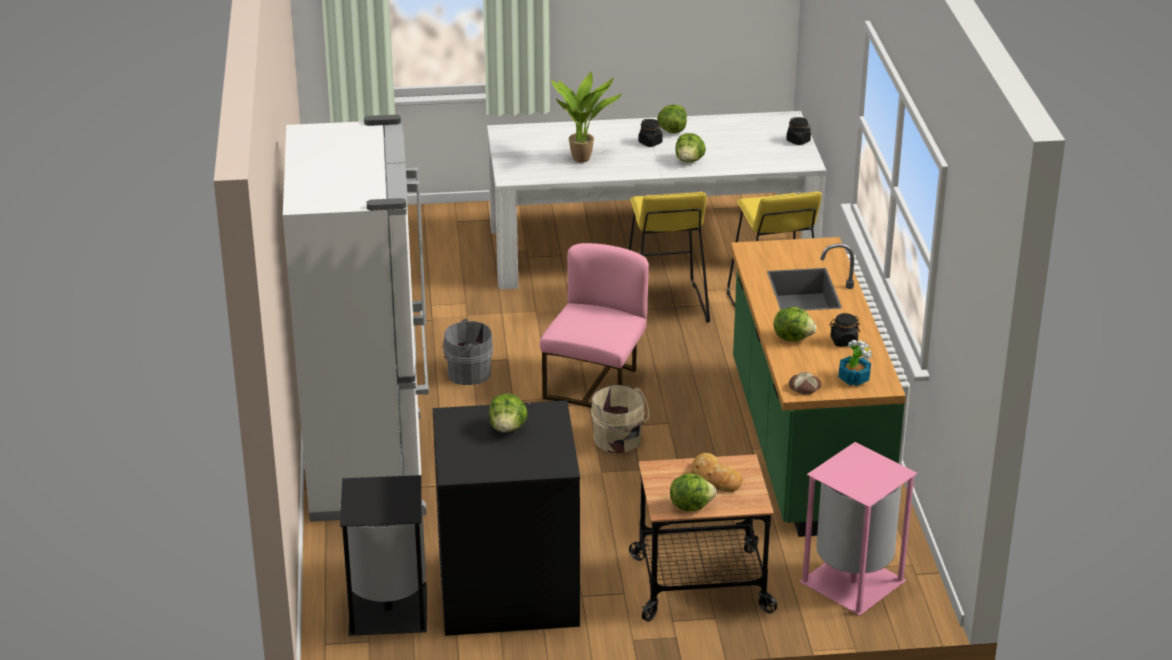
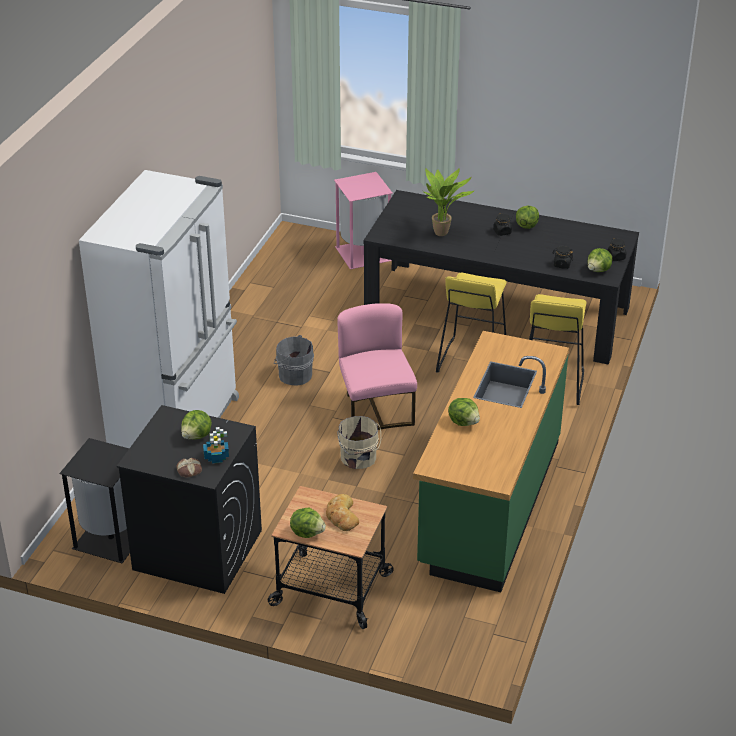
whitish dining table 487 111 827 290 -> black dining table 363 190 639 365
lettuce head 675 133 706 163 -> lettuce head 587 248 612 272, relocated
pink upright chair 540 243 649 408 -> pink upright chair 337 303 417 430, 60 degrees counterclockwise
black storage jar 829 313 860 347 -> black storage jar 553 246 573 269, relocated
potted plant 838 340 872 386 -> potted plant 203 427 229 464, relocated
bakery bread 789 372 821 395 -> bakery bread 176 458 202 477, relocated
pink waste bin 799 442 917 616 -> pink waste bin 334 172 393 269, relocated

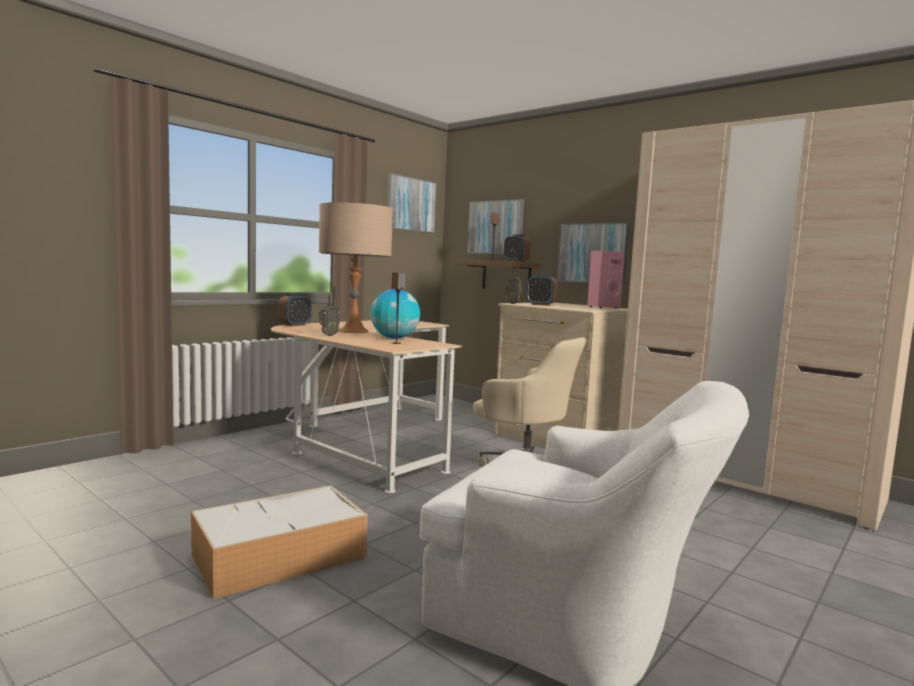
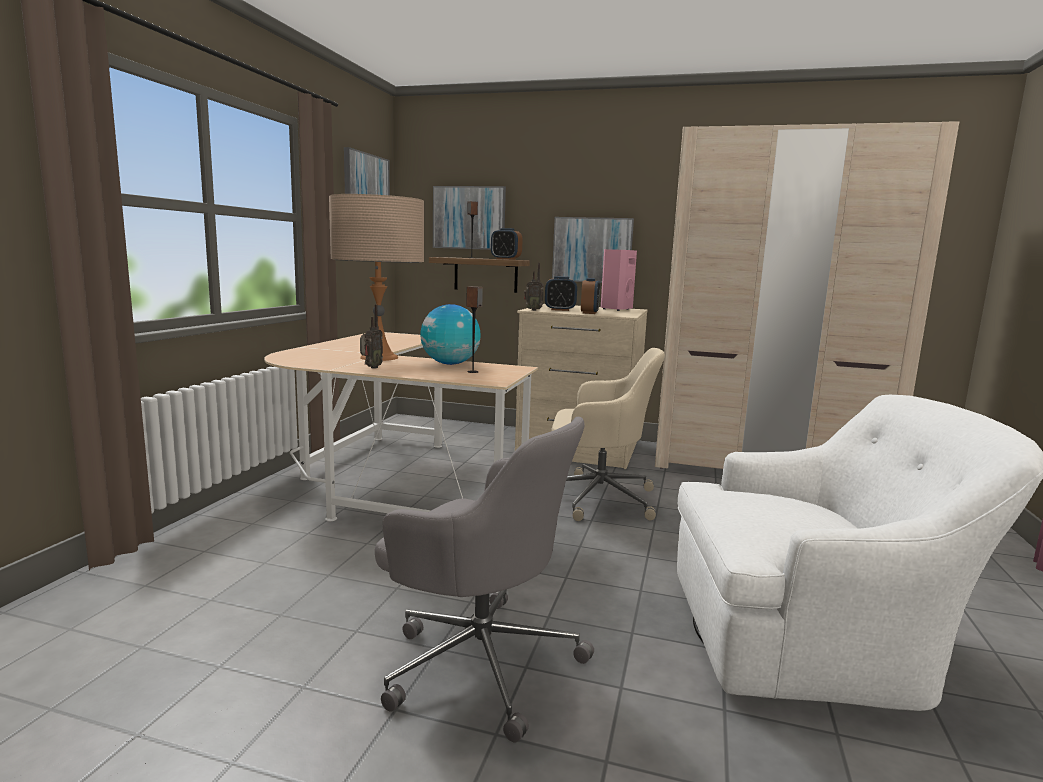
alarm clock 278 294 311 326 -> alarm clock 581 278 600 314, relocated
storage bin 191 485 368 599 -> gray computer chair 375 417 594 743

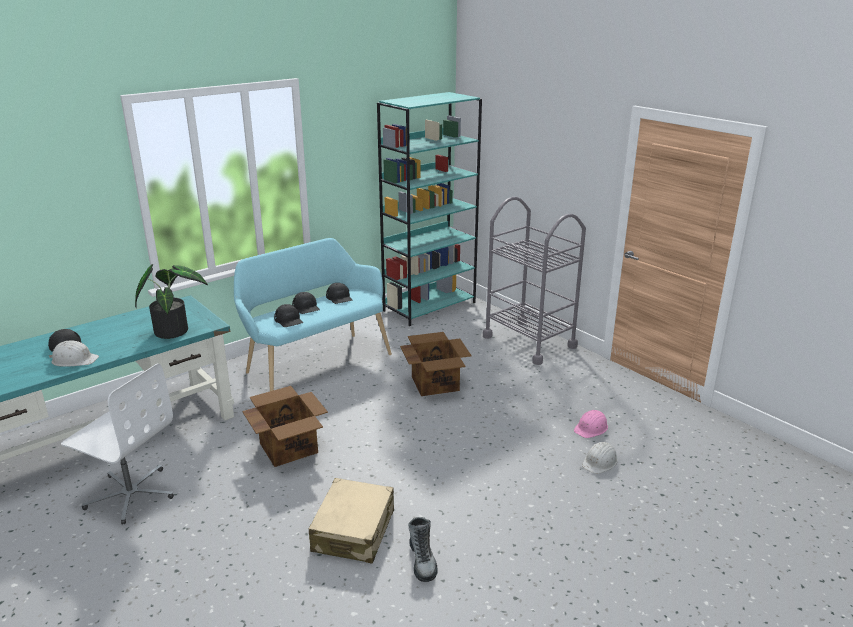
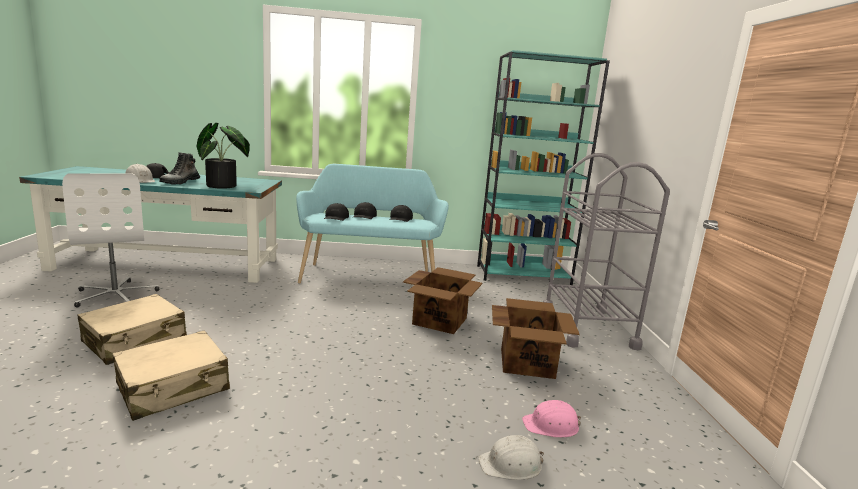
carton 242 386 328 467 -> carton 492 298 580 379, relocated
boot 408 517 438 582 -> boot 159 152 200 185, relocated
none -> beige-coloured suitcase 77 294 187 365

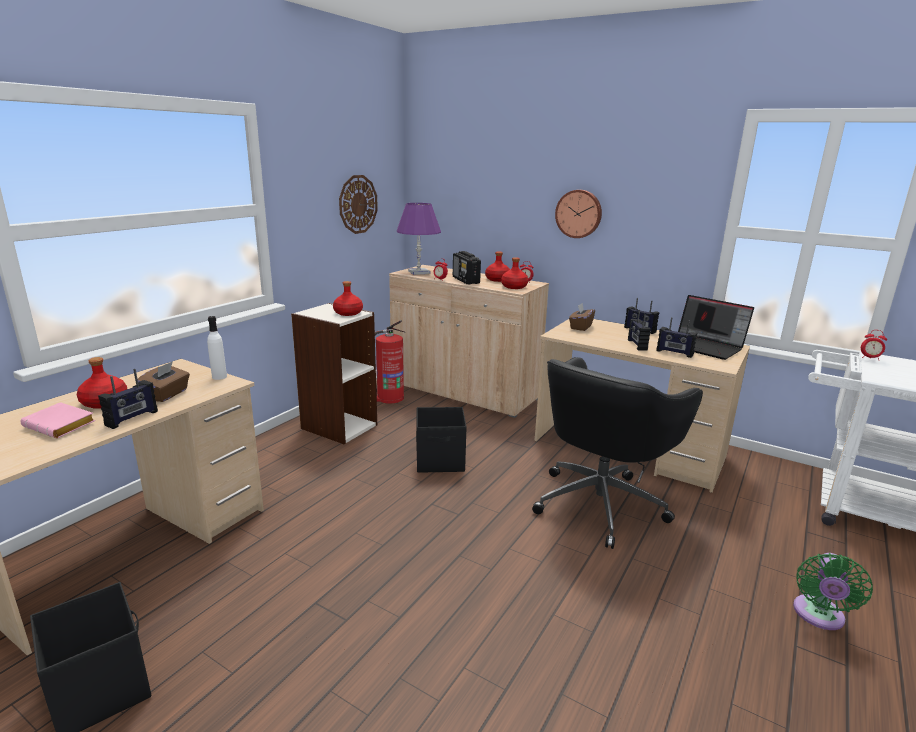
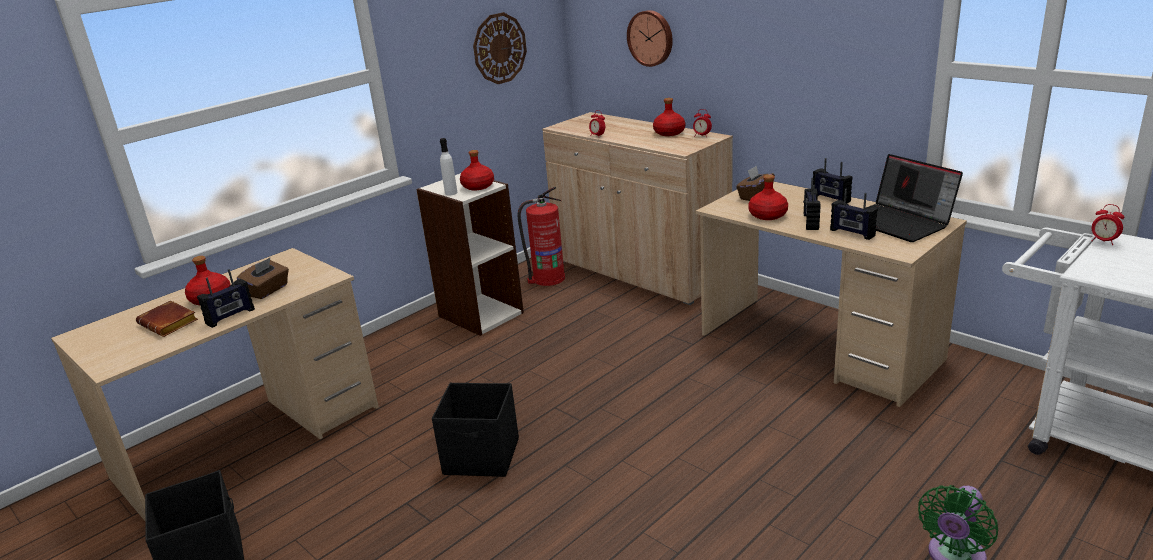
hanging clock 555 190 602 238 -> hanging clock 627 10 673 67, relocated
purple table lamp 397 203 441 275 -> none
radio set 453 251 481 285 -> none
red-coloured bottle 501 257 528 289 -> red-coloured bottle 748 174 788 220, relocated
whitish bottle 207 316 227 380 -> whitish bottle 440 138 458 196, relocated
black computer chair 532 357 703 549 -> none
pink volume 21 402 95 438 -> brown volume 136 300 198 337
black storage bin 416 407 466 473 -> black storage bin 432 383 519 477, relocated

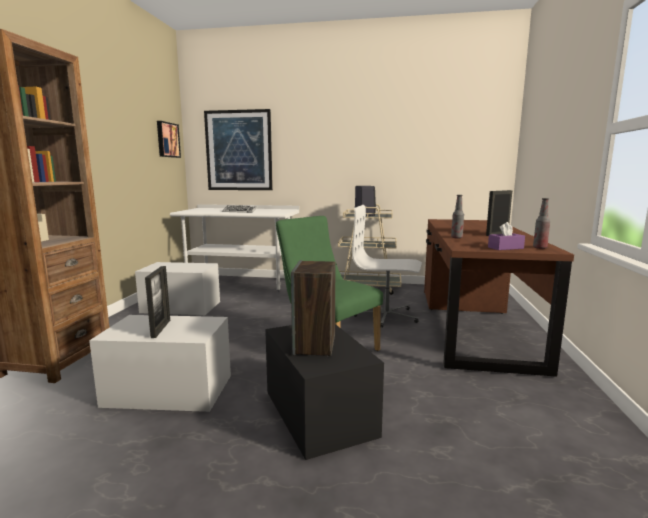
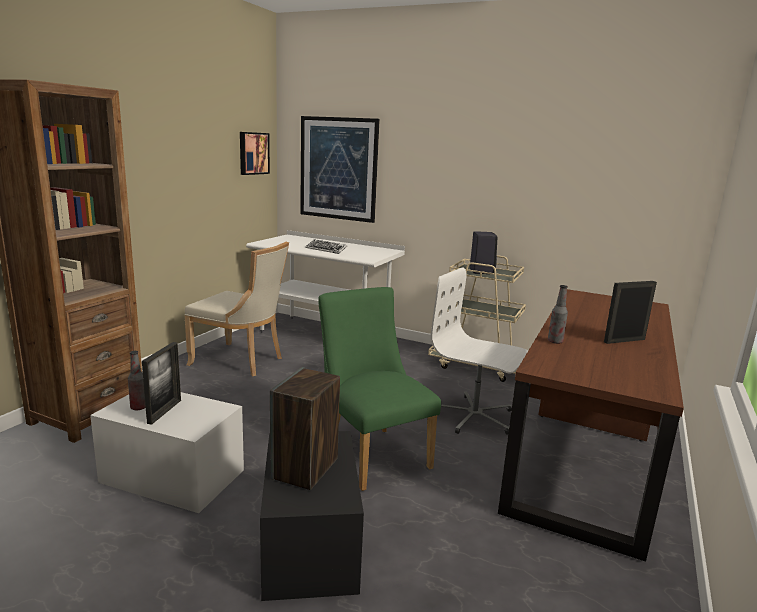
bottle 533 198 550 249 -> bottle 128 351 146 410, relocated
purple tissue box 488 222 525 250 -> none
whitish storage bin 135 262 220 315 -> beige-coloured upright chair 184 242 289 376

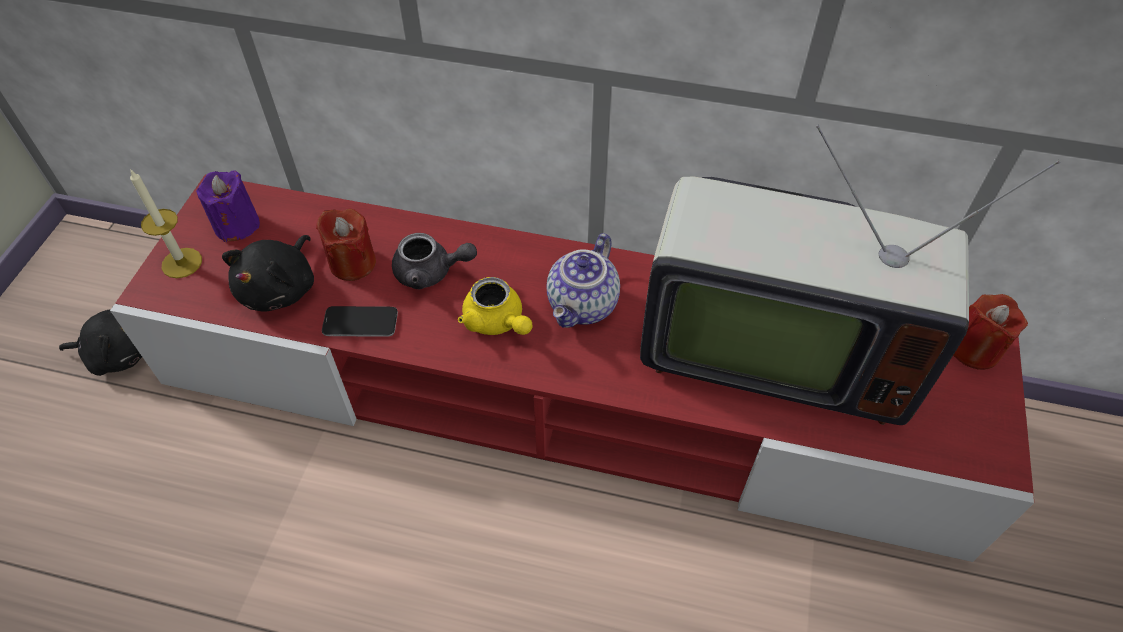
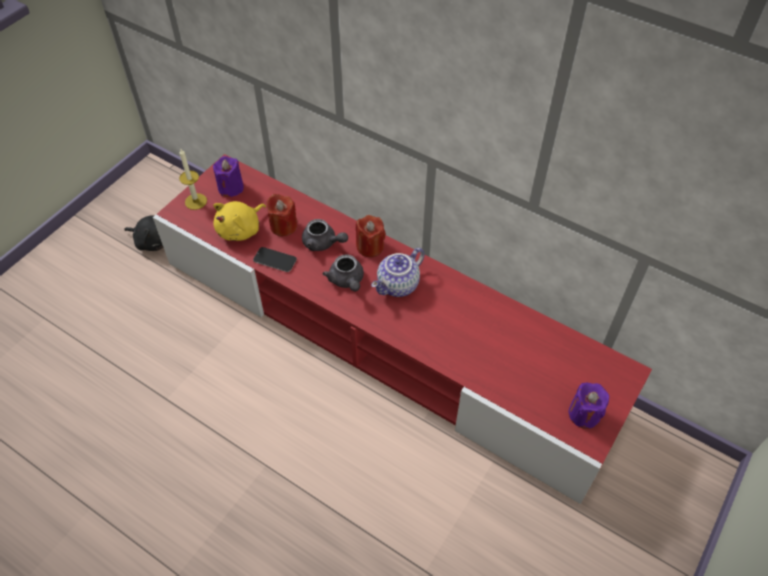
TV set 640 124 1060 425 -> none
black plush toy 222 235 314 312 -> yellow plush toy 213 201 266 241
yellow tea pot 458 277 532 335 -> gray tea pot 322 254 364 291
red-coloured candle 953 294 1028 370 -> red-coloured candle 356 215 386 257, relocated
none -> purple candle 569 382 609 429

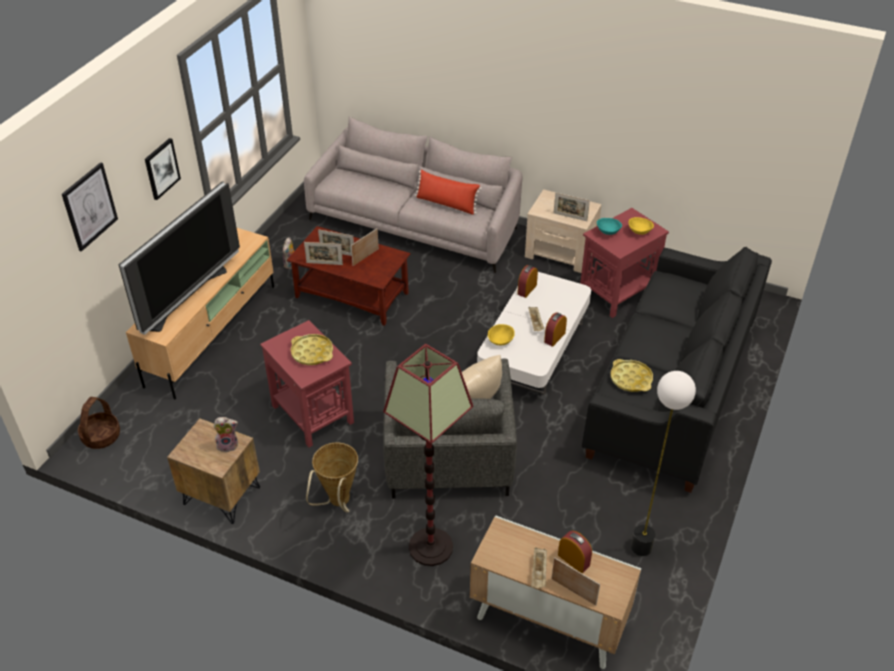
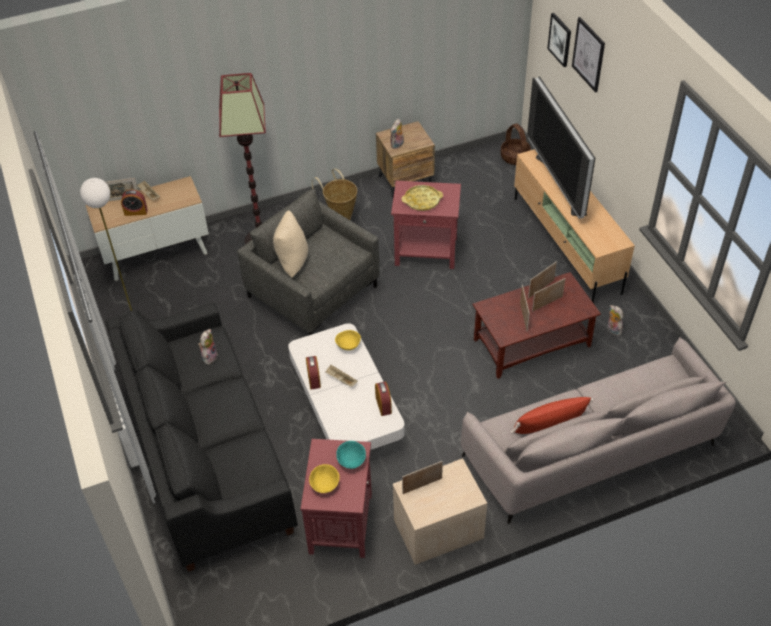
picture 145 138 181 200 -> picture 547 13 571 67, relocated
yellow carrying tray 611 359 653 392 -> plush toy 198 329 218 364

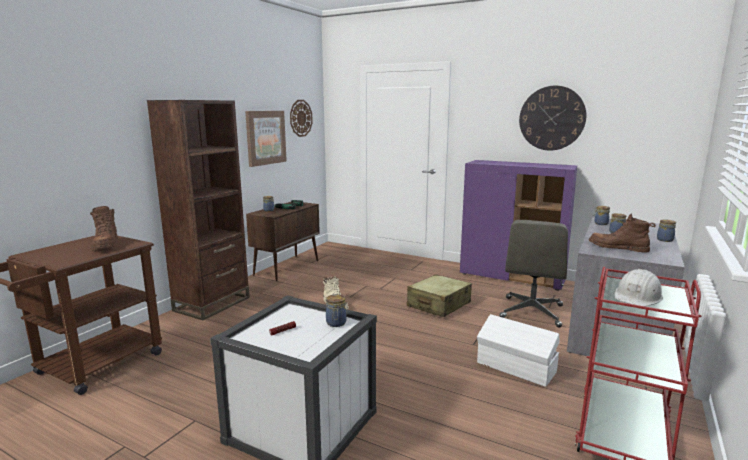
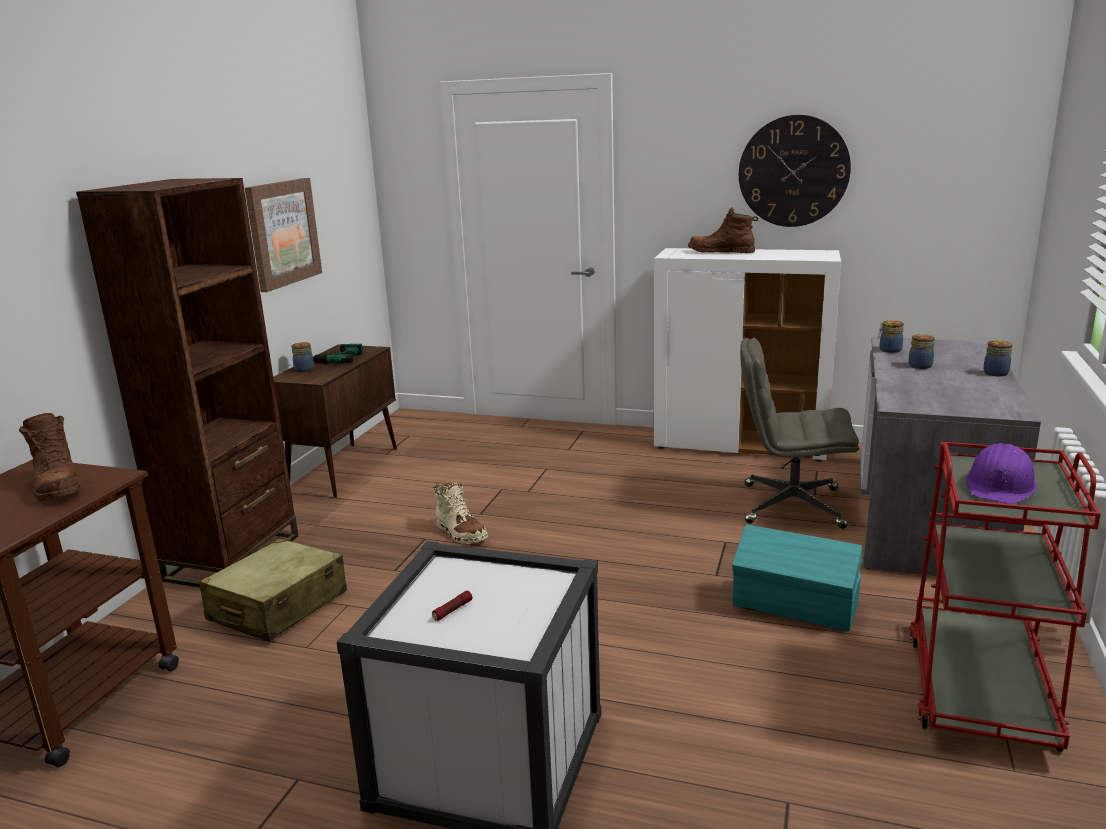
hanging clock 290 100 313 137 -> none
purple storage cabinet 460 160 577 291 -> whitish storage cabinet 654 248 841 462
brown boot 589 214 656 253 -> brown boot 688 207 758 253, relocated
gray computer chair 500 220 568 328 -> gray computer chair 740 338 859 529, 90 degrees clockwise
whitish safety helmet 614 269 663 306 -> purple safety helmet 966 443 1037 504
beige-coloured suitcase 407 274 472 317 -> beige-coloured suitcase 199 539 347 641, relocated
storage jar 326 294 347 327 -> none
whitish storage bin 477 314 560 387 -> turquoise-coloured storage bin 732 525 862 632

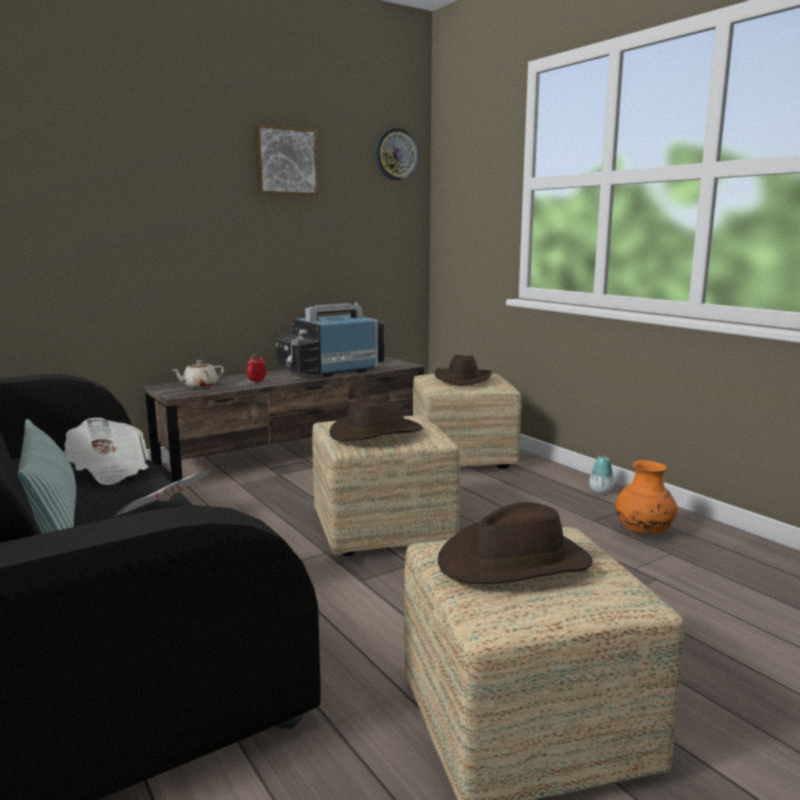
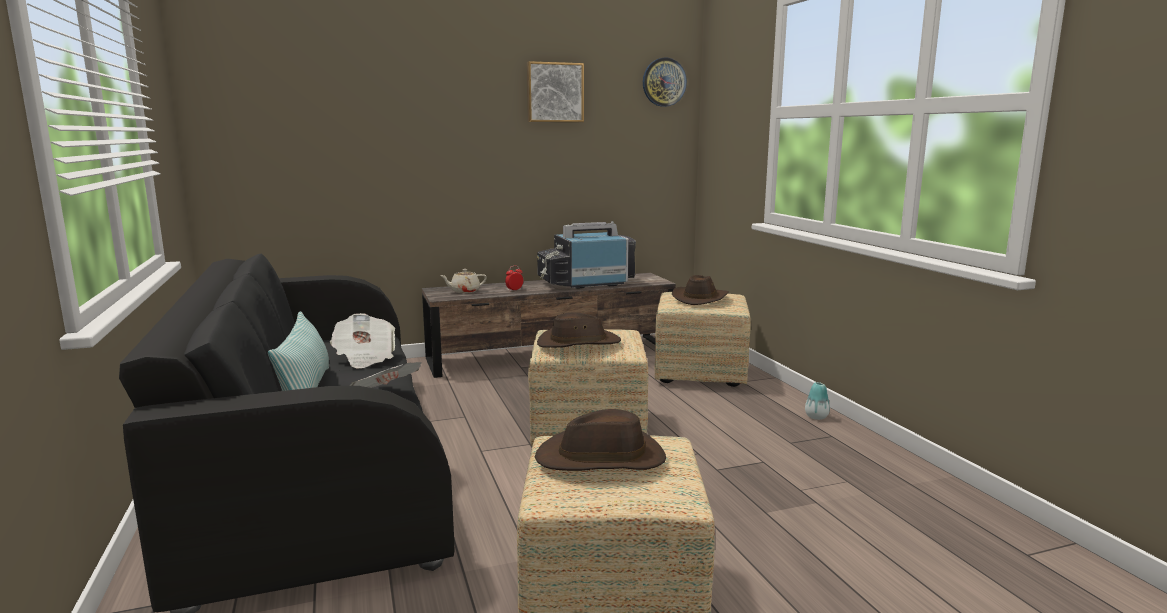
orange-coloured vase 615 460 678 535 -> none

